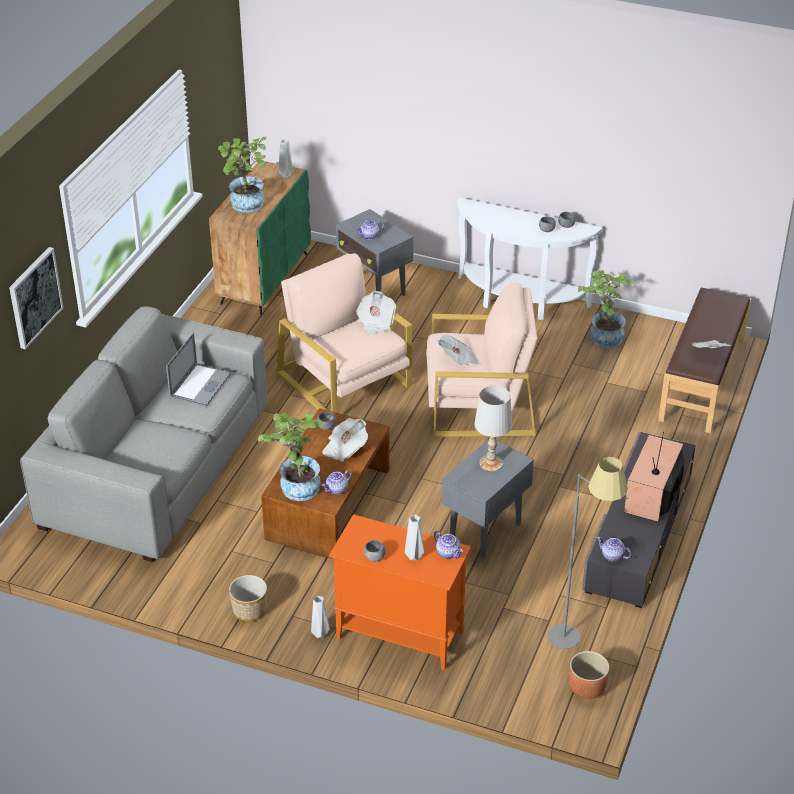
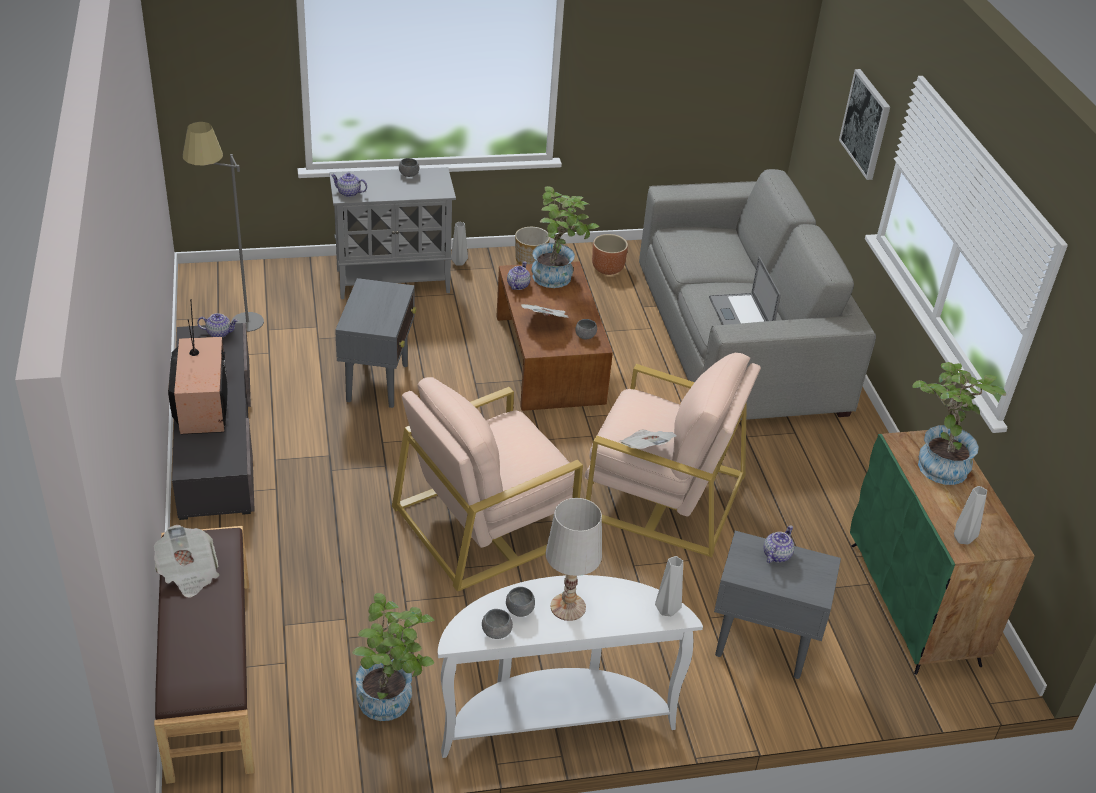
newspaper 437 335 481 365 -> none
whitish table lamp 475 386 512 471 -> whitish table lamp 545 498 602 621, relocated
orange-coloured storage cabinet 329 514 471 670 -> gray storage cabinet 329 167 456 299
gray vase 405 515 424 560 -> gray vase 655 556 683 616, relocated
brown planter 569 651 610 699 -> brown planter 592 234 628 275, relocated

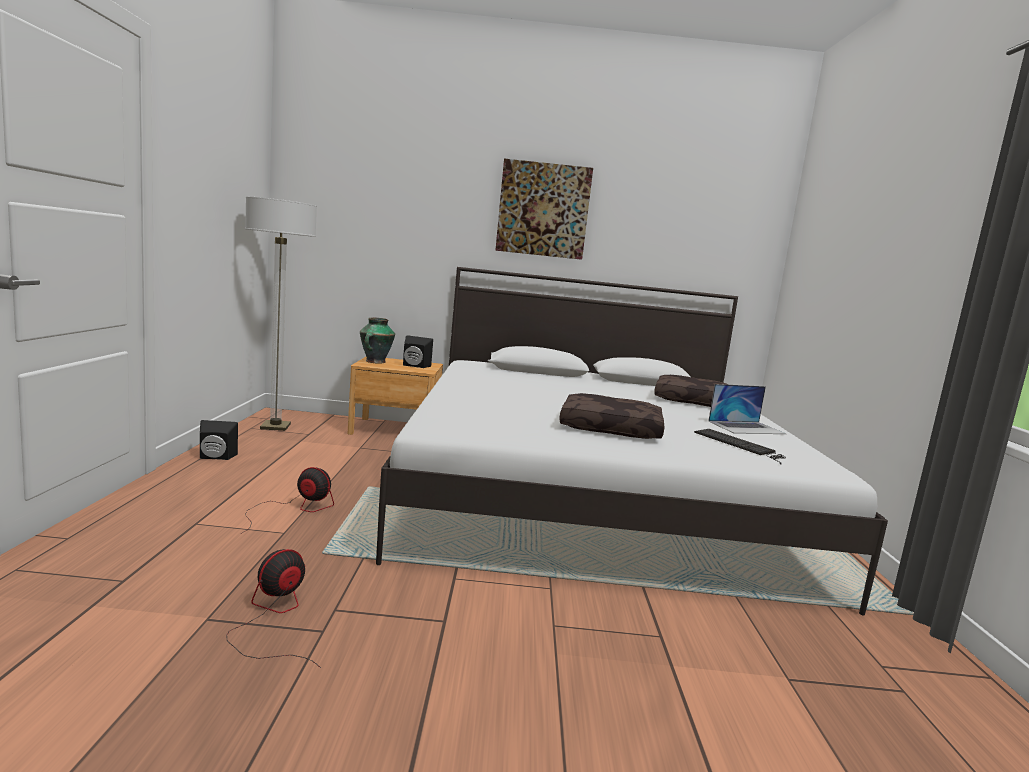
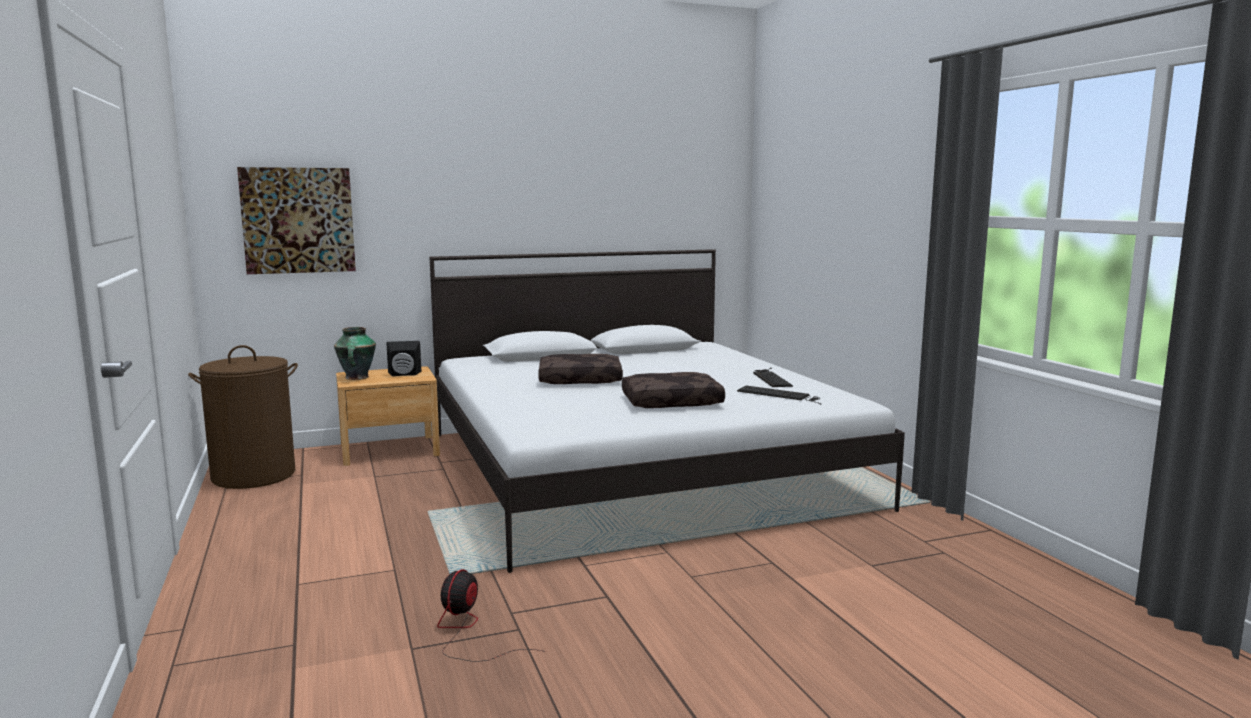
picture 495 159 593 260 -> picture 237 167 356 274, relocated
standard lamp 245 197 317 431 -> brown hamper 188 345 298 489
brown throw pillow 654 375 729 407 -> brown throw pillow 538 354 623 384, relocated
notebook computer 708 384 786 434 -> PC keyboard 753 368 793 387
black loudspeaker 200 420 238 460 -> none
electric fan 242 467 334 533 -> none

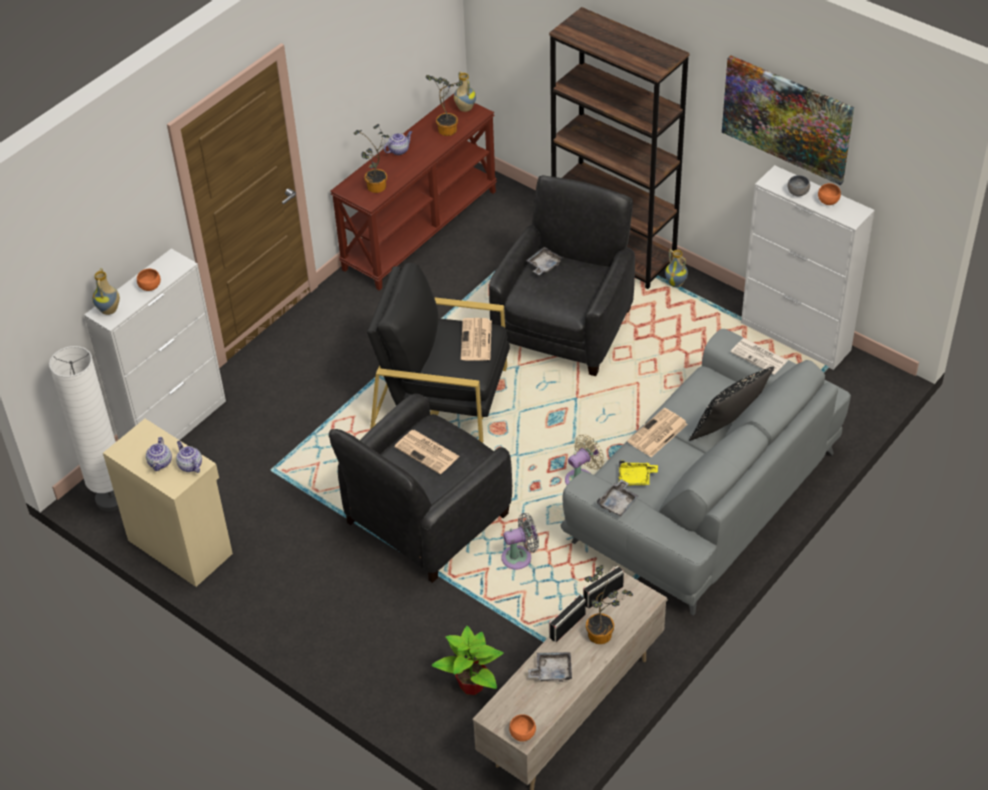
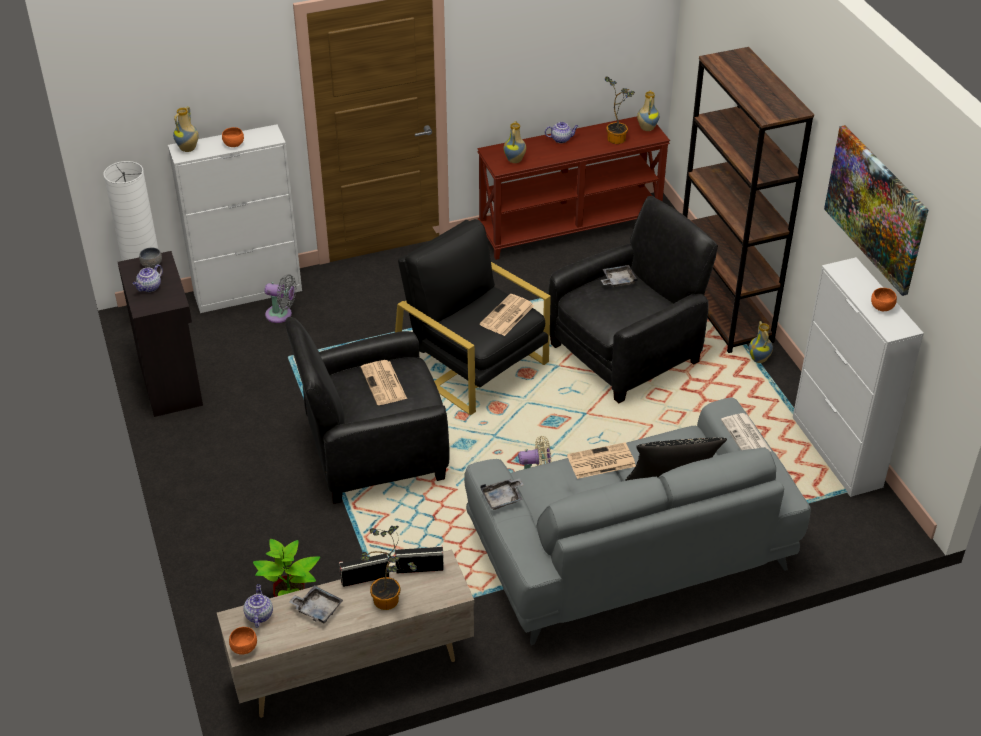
potted plant 354 124 390 193 -> vase 504 121 526 163
gray bowl 788 175 810 196 -> gray bowl 139 248 162 268, relocated
beige-coloured storage cabinet 103 419 233 587 -> black storage cabinet 118 251 203 417
tea pot 176 441 202 473 -> tea pot 244 584 273 628, relocated
yellow carrying tray 618 460 658 486 -> none
gray electric fan 501 513 539 569 -> gray electric fan 265 274 297 323, relocated

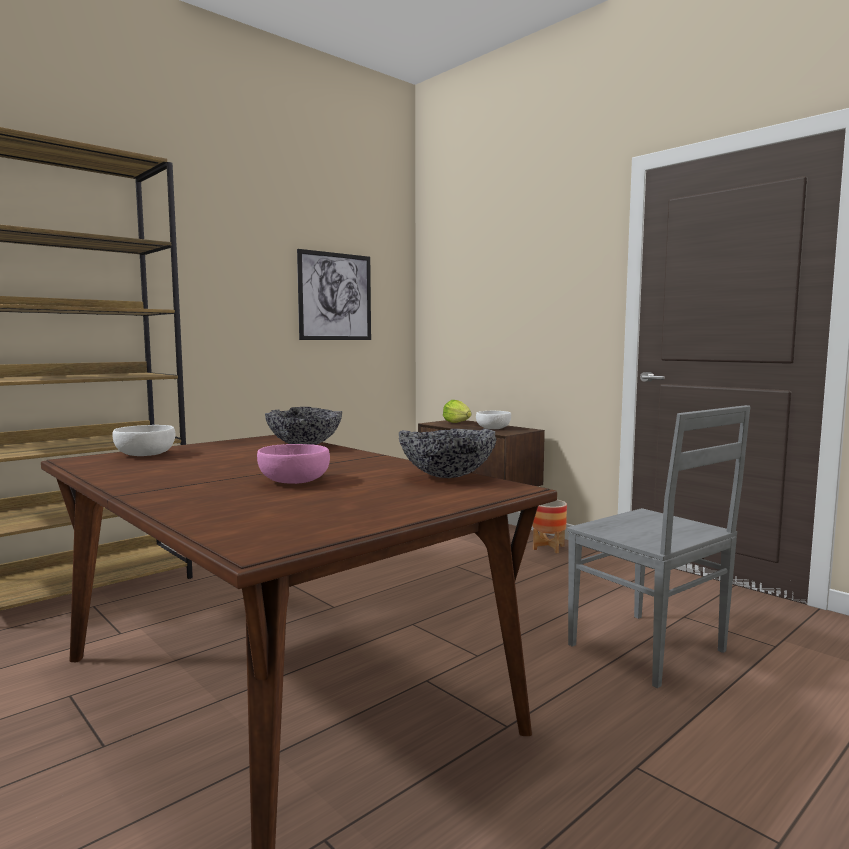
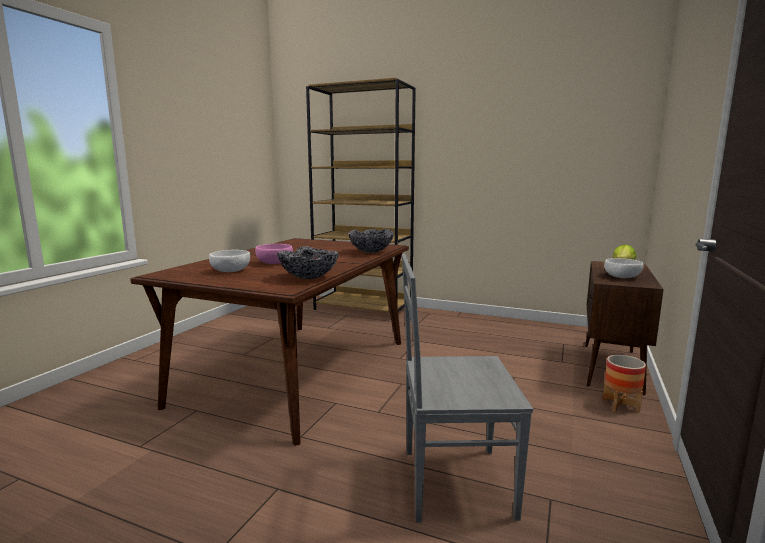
picture 297 249 371 340 -> none
gray upright chair 567 405 751 688 -> gray upright chair 402 254 533 523, 60 degrees clockwise
whitish bowl 112 425 175 456 -> whitish bowl 209 250 250 272, relocated

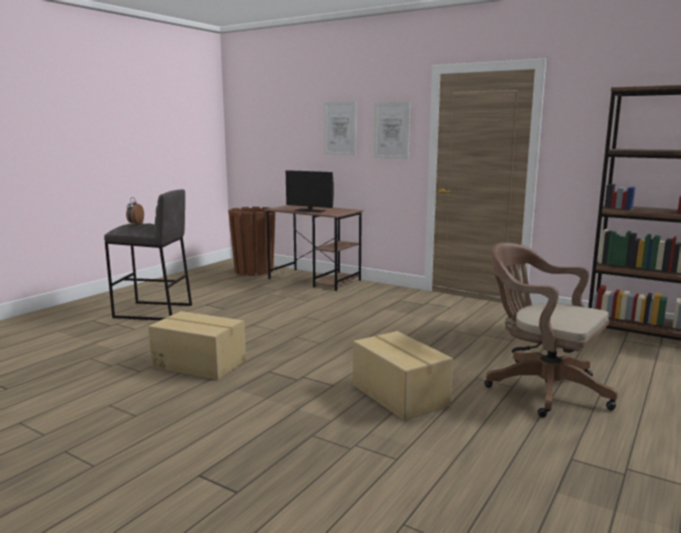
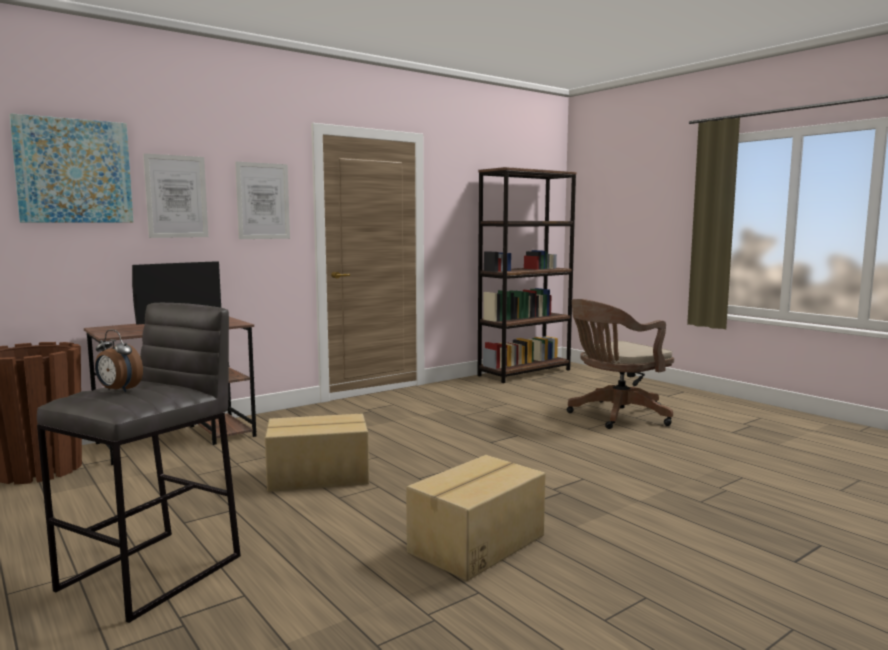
carton 353 331 453 421 -> carton 265 414 369 492, relocated
none -> picture 10 113 133 223

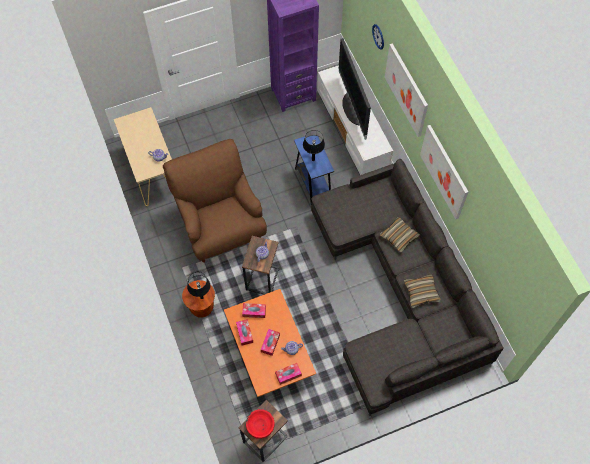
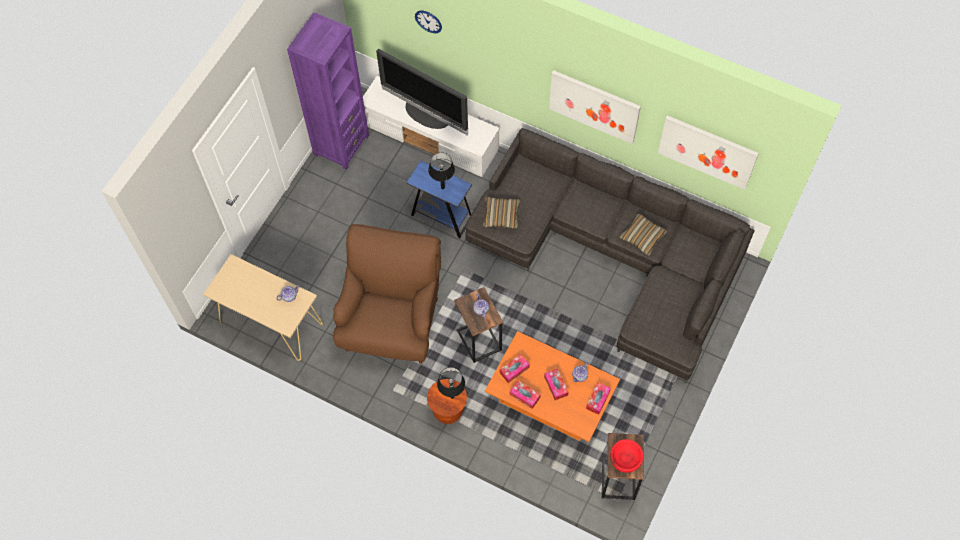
picture 385 43 428 137 -> picture 658 115 759 190, relocated
brown easy chair 163 139 267 263 -> brown easy chair 333 224 441 364, 75 degrees clockwise
throw pillow 380 217 420 252 -> throw pillow 483 197 520 229, relocated

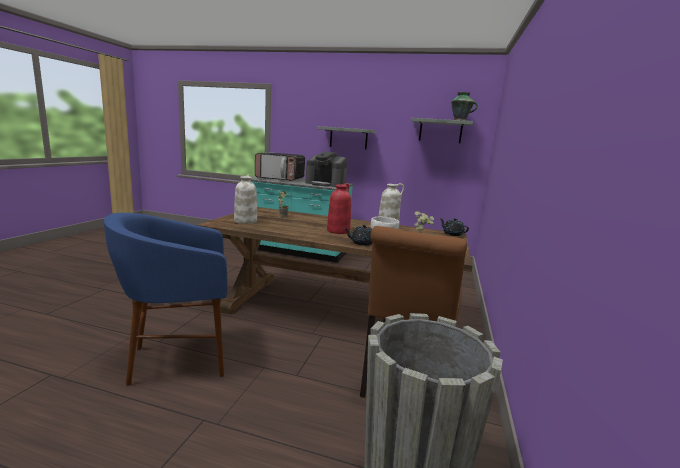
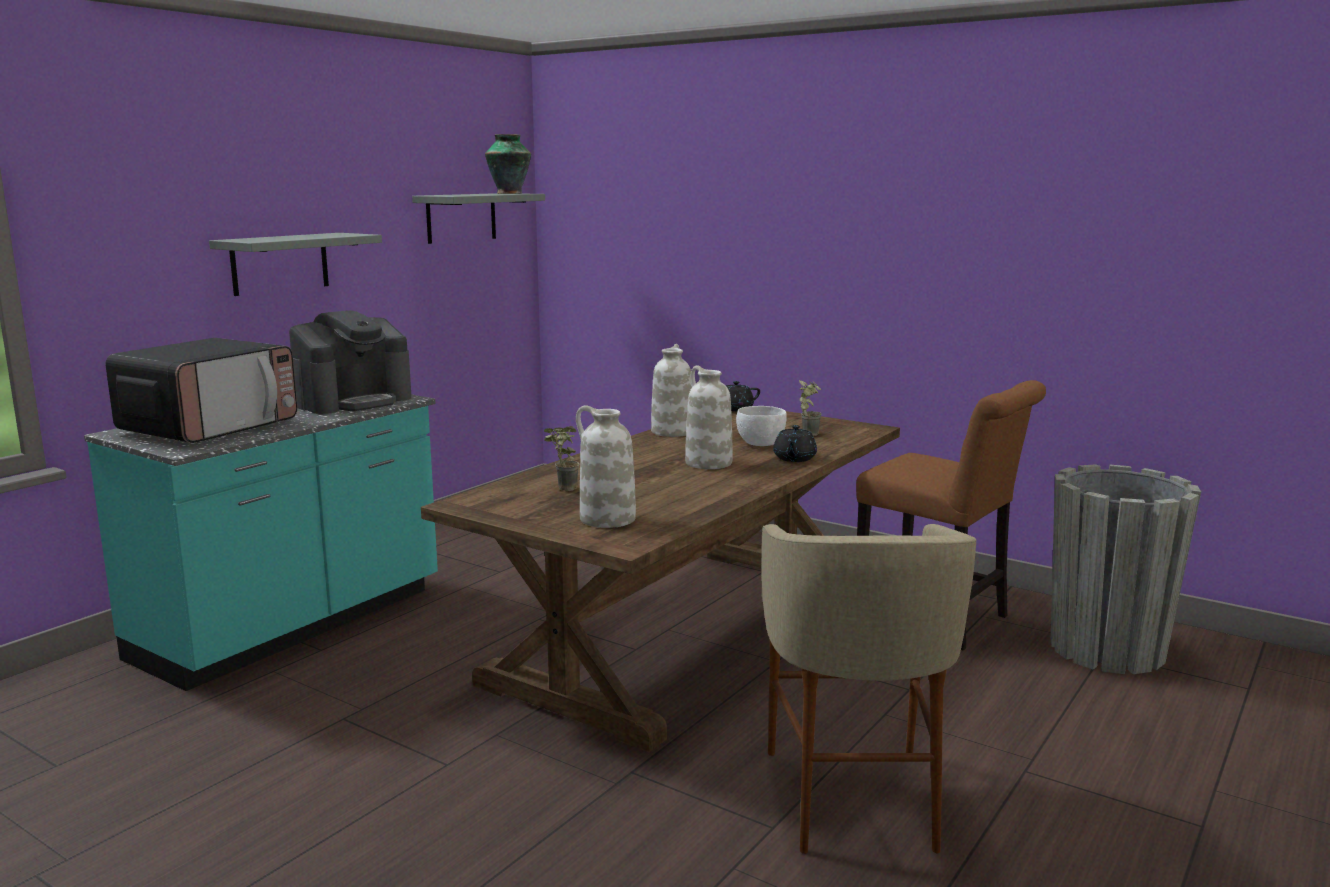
red-coloured vase 327 183 351 234 -> whitish vase 685 365 732 469
blue stool 104 213 228 386 -> beige-coloured stool 761 524 977 854

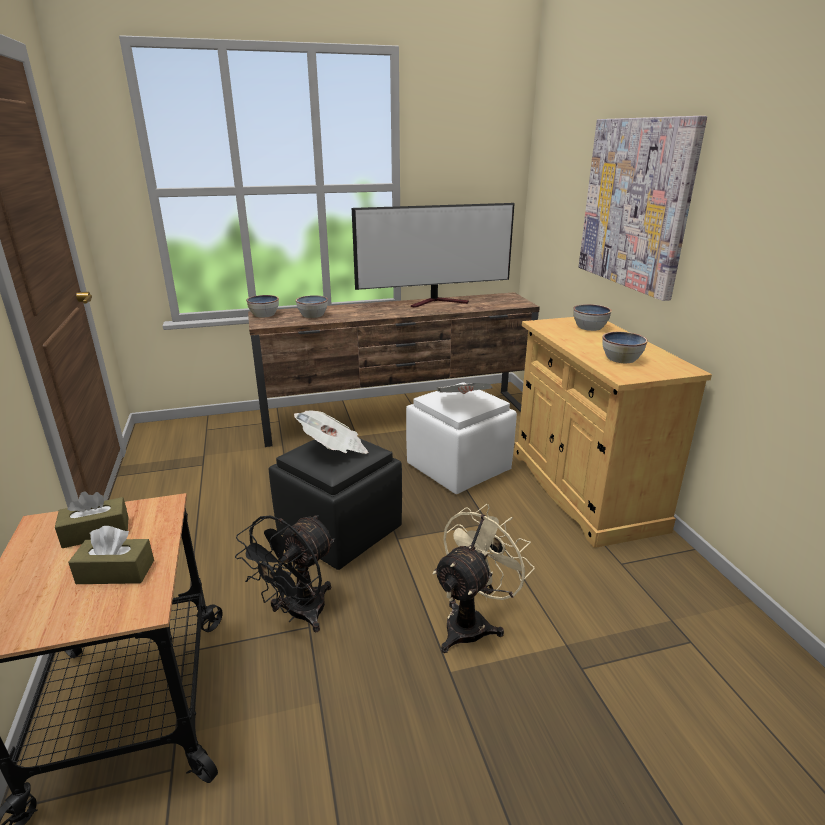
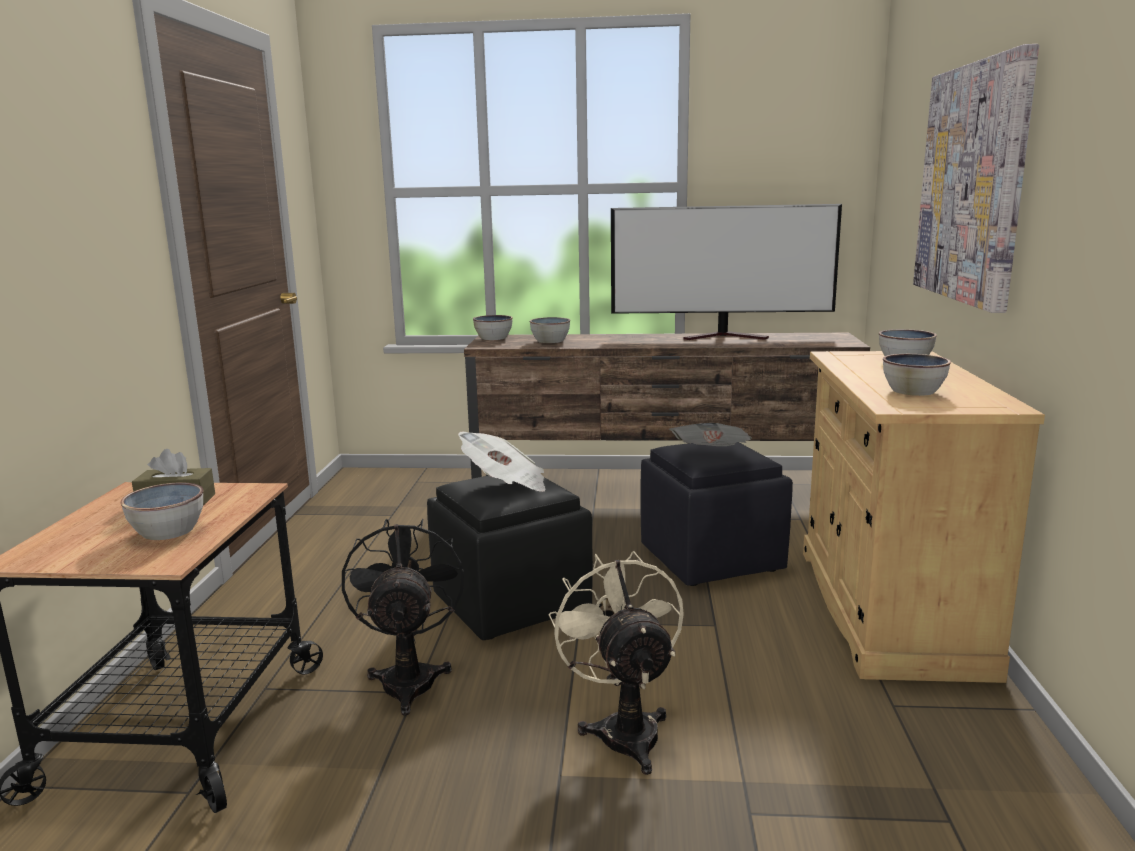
whitish footrest 406 382 517 494 -> black footrest 641 442 793 586
beige-coloured electric fan 433 504 535 653 -> beige-coloured electric fan 549 551 684 775, 75 degrees counterclockwise
black electric fan 235 515 335 632 -> black electric fan 342 519 464 716, 120 degrees clockwise
brown tissue box 68 526 154 584 -> bowl 121 483 203 540

